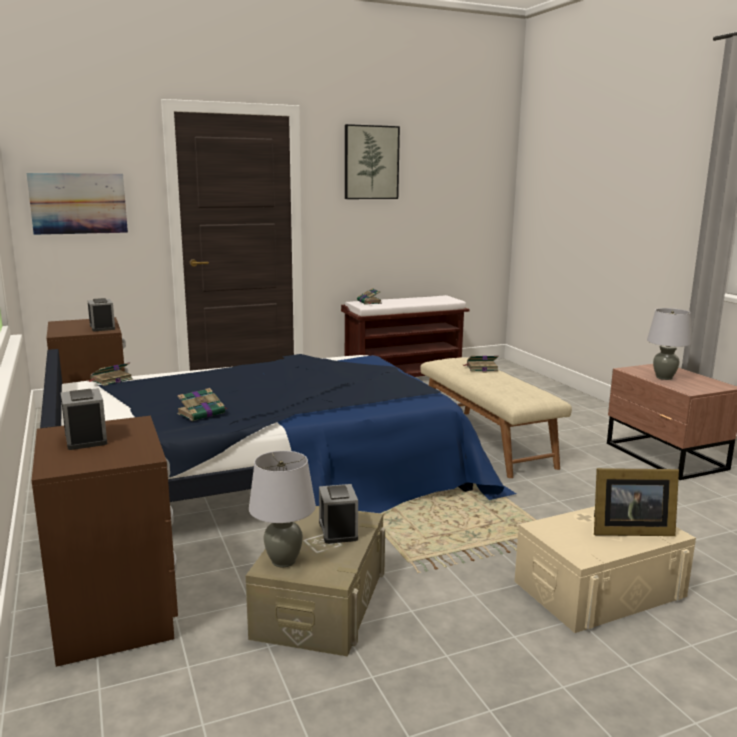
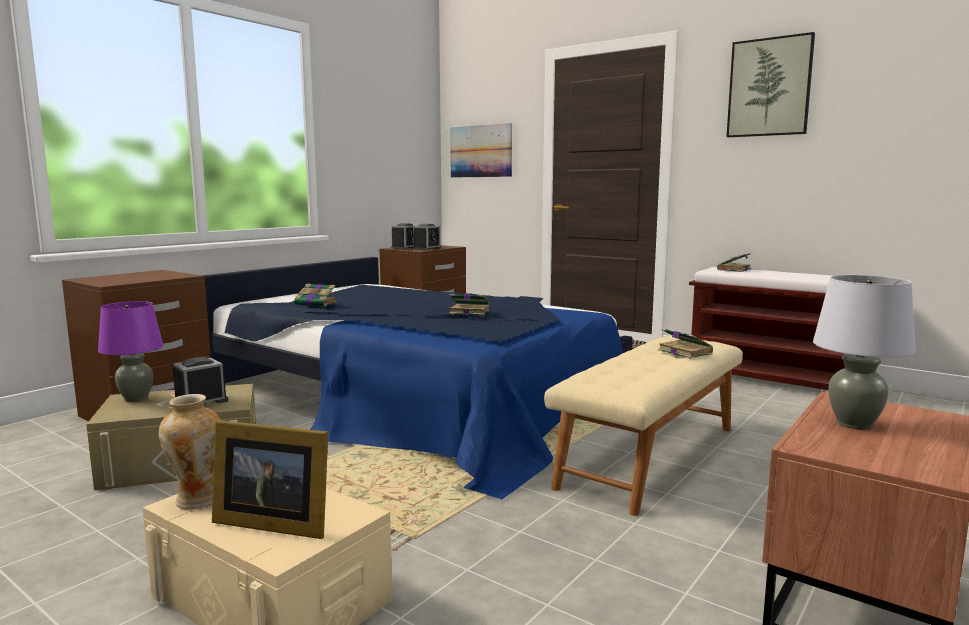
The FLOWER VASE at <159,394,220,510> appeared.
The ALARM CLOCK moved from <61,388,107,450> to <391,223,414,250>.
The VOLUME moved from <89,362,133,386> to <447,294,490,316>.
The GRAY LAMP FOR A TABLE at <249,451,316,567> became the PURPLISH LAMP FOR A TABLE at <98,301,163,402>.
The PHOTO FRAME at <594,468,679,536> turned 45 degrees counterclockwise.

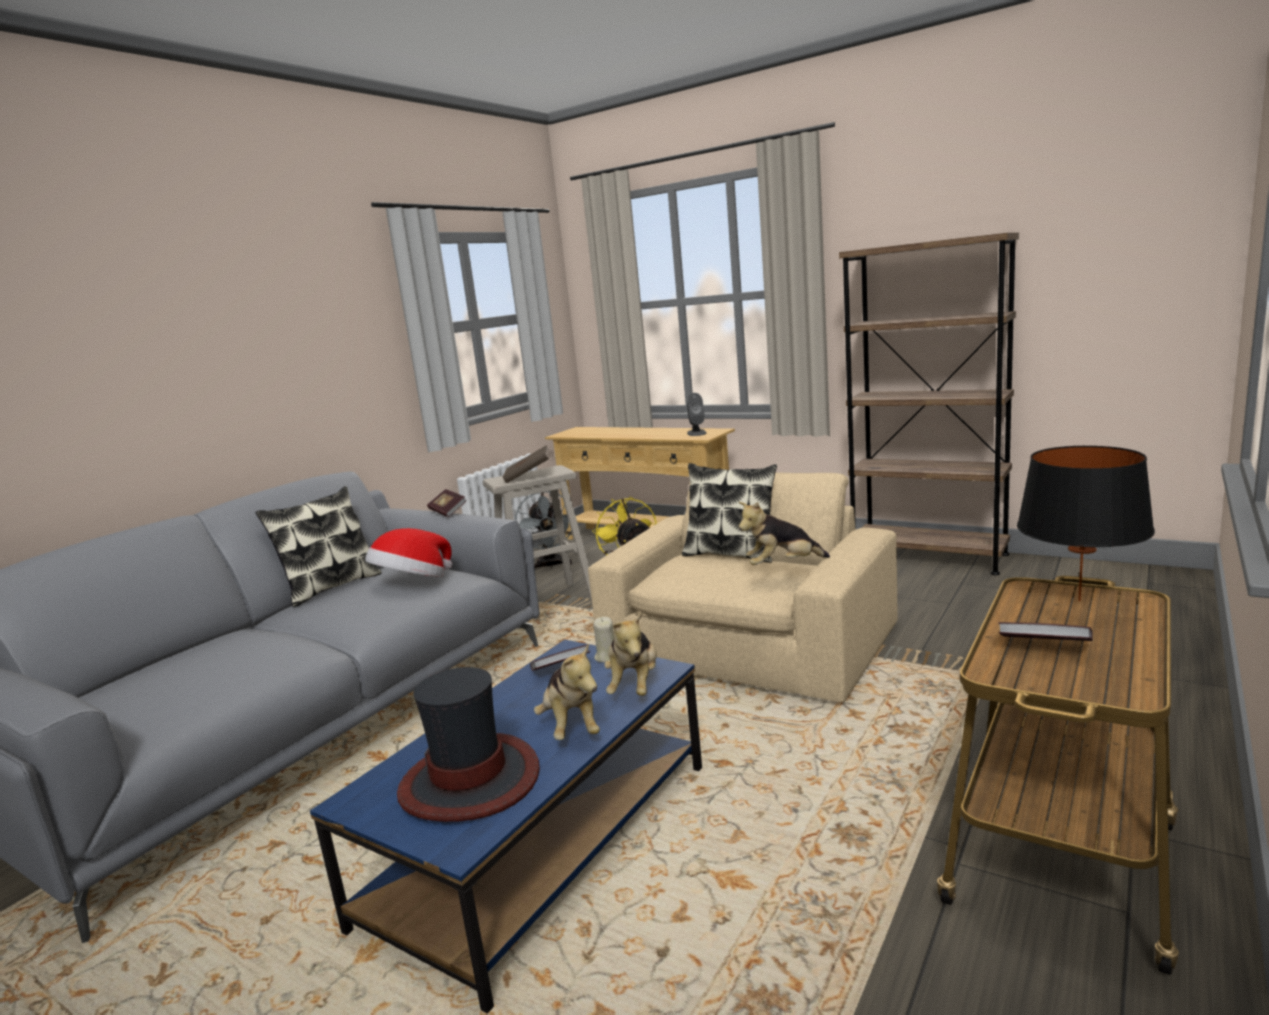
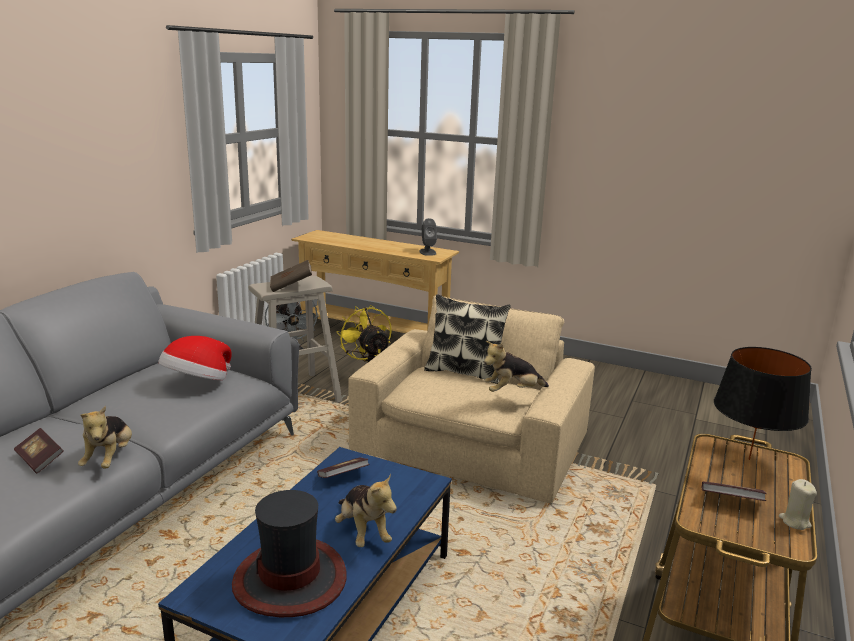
The PILLOW at <255,486,382,607> disappeared.
The BROWN-COLOURED BOOKCASE at <839,233,1019,575> disappeared.
The VOLUME moved from <427,489,467,517> to <14,428,64,474>.
The SAND-COLOURED WAX CANDLE moved from <593,617,614,663> to <779,479,817,530>.
The PLUSH TOY moved from <604,613,657,696> to <78,406,132,469>.

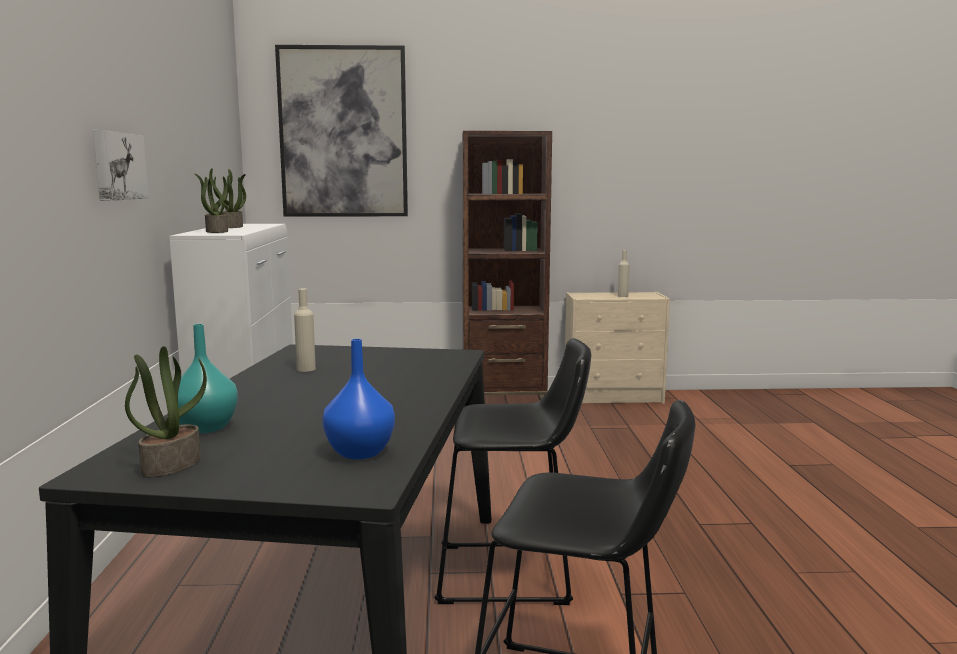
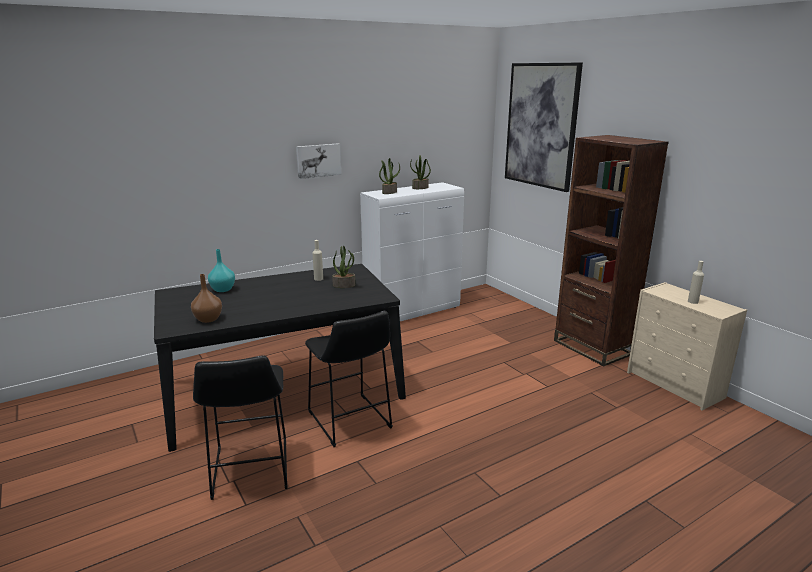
The POTTED PLANT moved from <125,346,207,477> to <332,246,355,288>.
The BLUE FLOWER VASE at <322,339,395,459> became the BROWN-COLOURED FLOWER VASE at <191,274,222,323>.

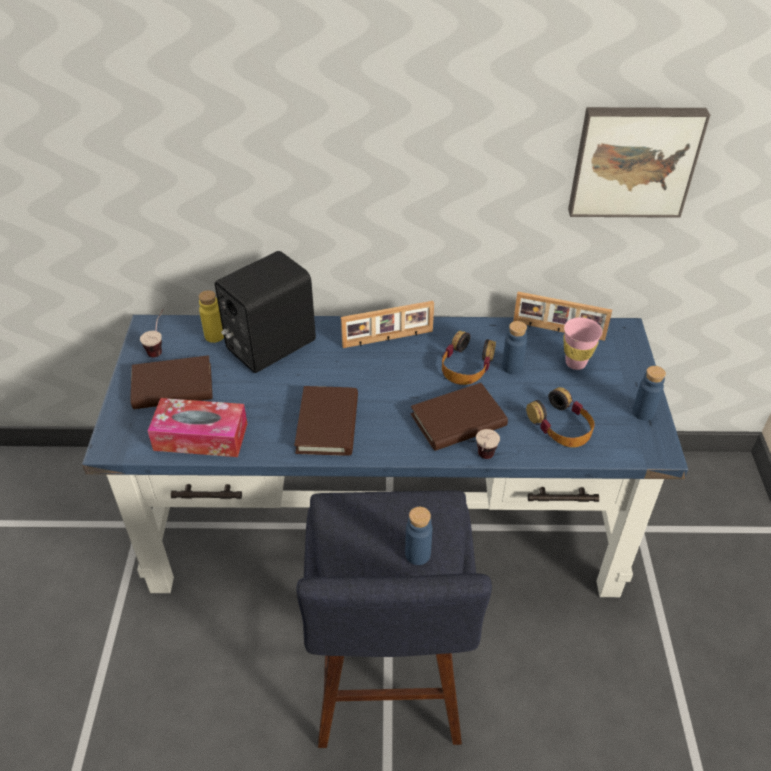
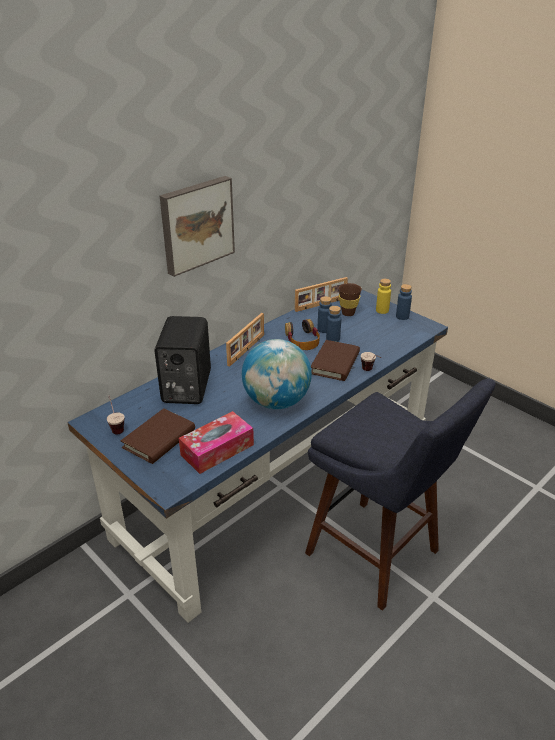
The PAIR OF HEADPHONES at <526,387,595,447> disappeared.
The YELLOW-COLOURED BEVERAGE BOTTLE moved from <199,290,224,343> to <376,279,391,314>.
The BLUE BEVERAGE BOTTLE moved from <405,507,433,565> to <326,306,341,342>.
The PICTURE moved from <568,107,710,218> to <160,176,235,277>.
The BROWN-COLOURED VOLUME at <294,386,358,456> was replaced by the GLOBE at <242,339,312,409>.
The PINKISH CUP at <563,317,602,370> became the BROWN-COLOURED CUP at <338,283,362,316>.

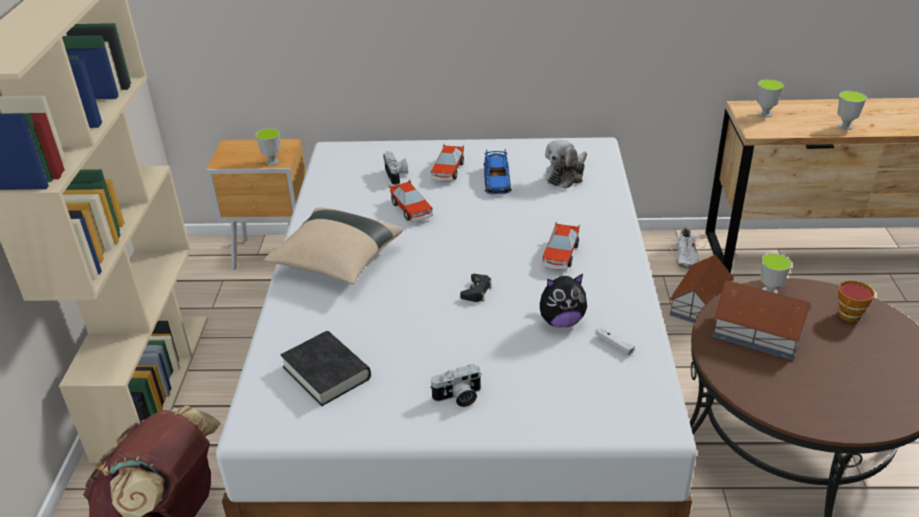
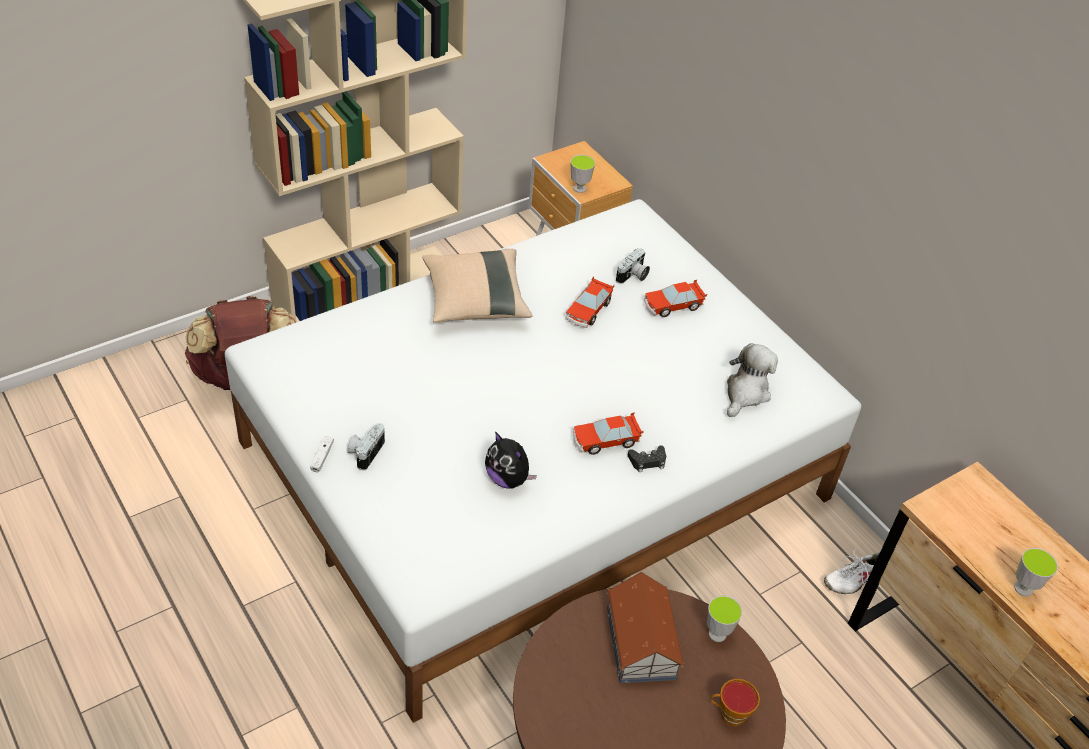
The BLACKISH VOLUME at <280,331,371,406> disappeared.
The BLUE MODEL CAR at <484,149,512,194> disappeared.
The TOY HOUSE at <669,255,734,323> disappeared.
The CUP at <757,79,784,117> disappeared.
The BLACKISH GAME CONTROLLER moved from <460,274,492,302> to <628,445,666,472>.
The WHITE-COLOURED GAME CONTROLLER moved from <595,326,635,355> to <310,436,334,472>.
The PHOTO CAMERA at <430,364,482,407> turned 75 degrees clockwise.
The PLUSH TOY at <545,140,587,188> turned 120 degrees clockwise.

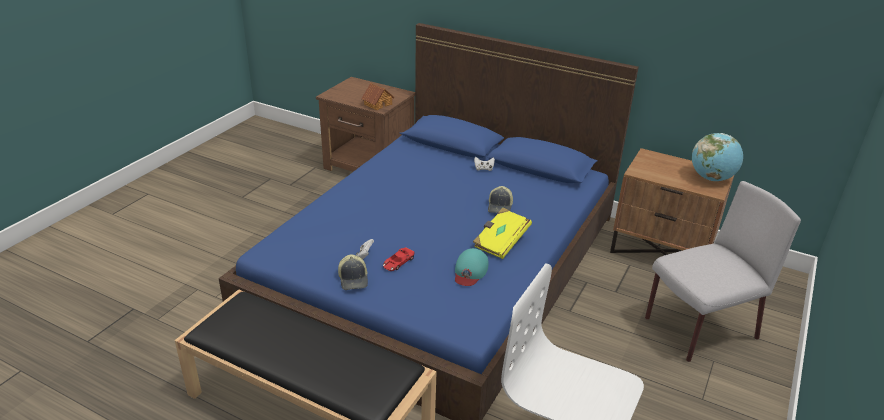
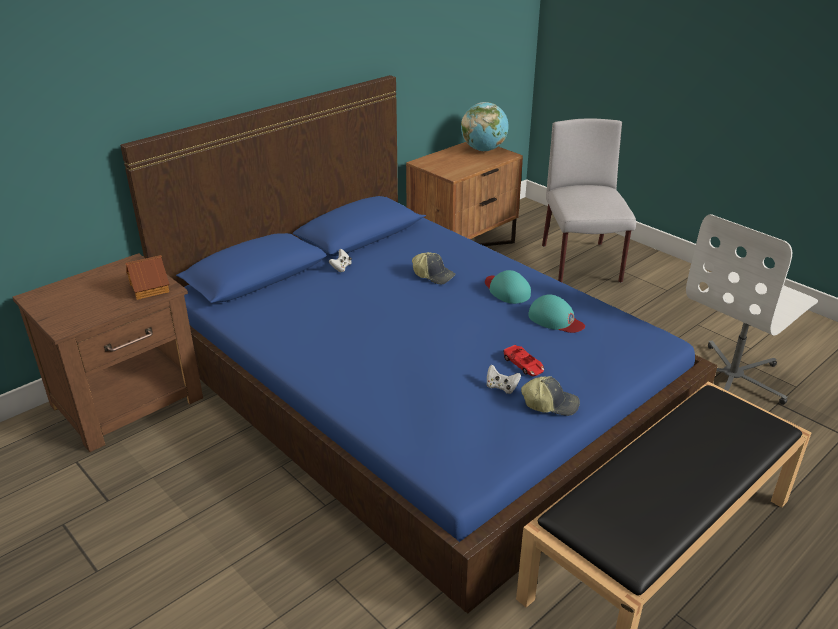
The YELLOW-COLOURED VOLUME at <473,208,532,259> was replaced by the TURQUOISE BASEBALL CAP at <485,270,531,304>.

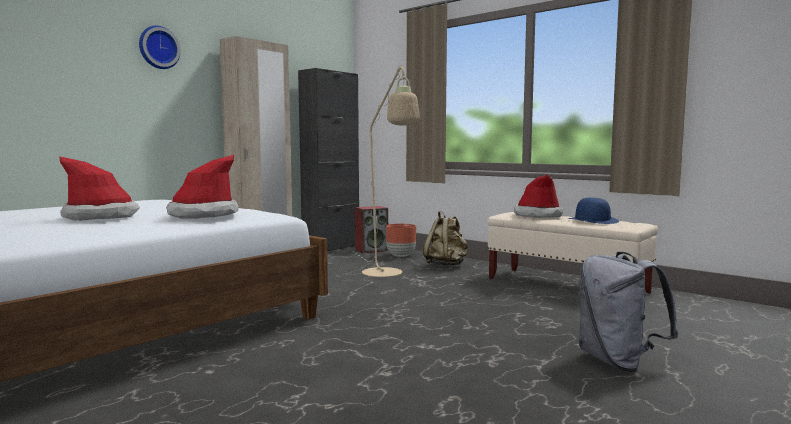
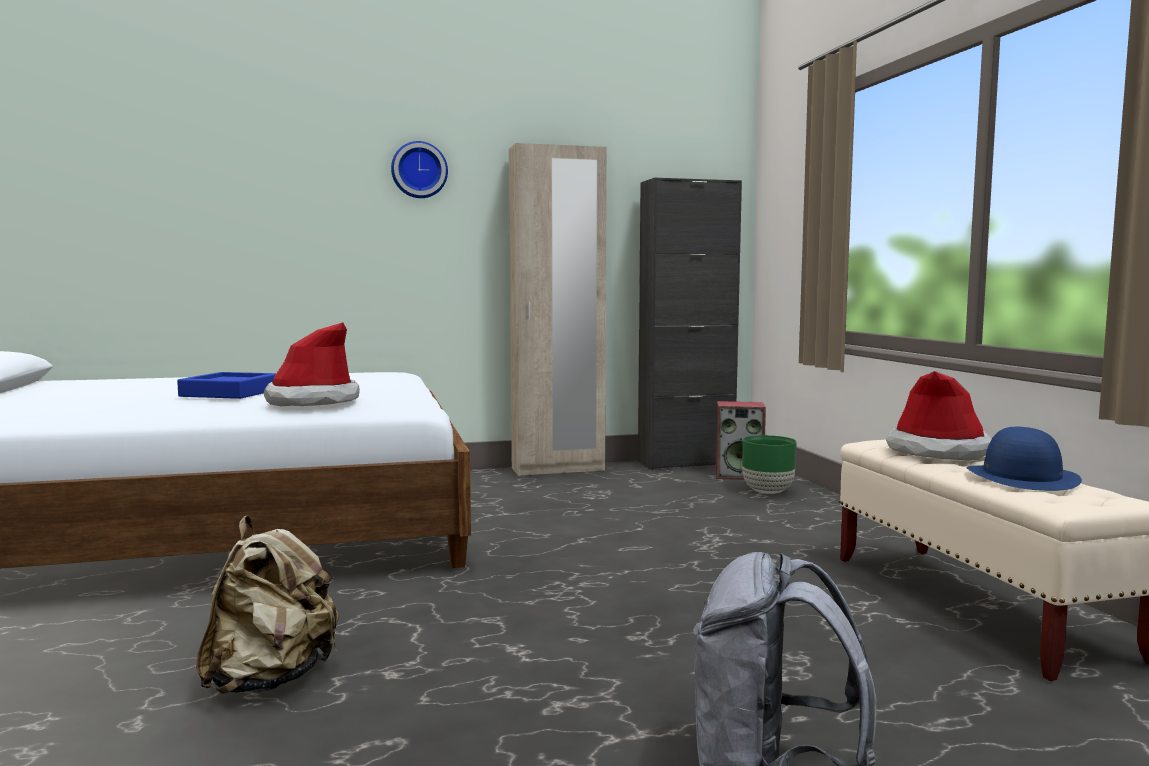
The SAND-COLOURED FLOOR LAMP at <354,65,420,277> disappeared.
The SAND-COLOURED KNAPSACK moved from <423,211,468,266> to <196,516,339,694>.
The WEARABLE HAT at <59,156,140,221> was replaced by the BLUE TRAY at <177,372,276,399>.
The BROWN-COLOURED PLANTER at <386,224,416,257> became the GREENISH PLANTER at <742,435,797,494>.

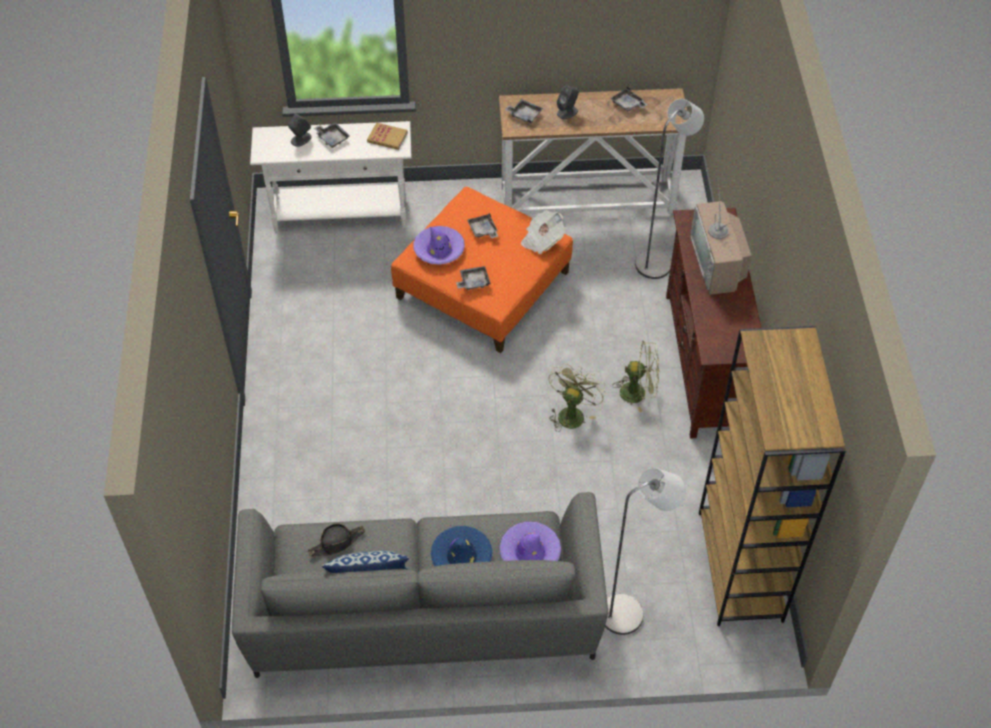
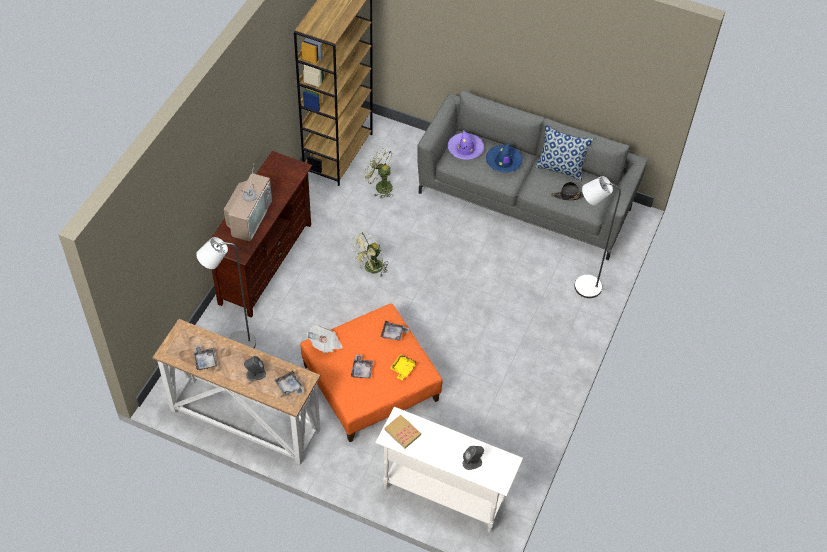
The GRAY TRAY at <314,122,350,148> disappeared.
The GRAY FLOOR LAMP moved from <605,468,685,635> to <574,176,621,298>.
The GREENISH FAN moved from <612,341,659,412> to <363,148,393,199>.
The PURPLISH WEARABLE HAT at <413,226,465,265> was replaced by the YELLOW-COLOURED TRAY at <390,354,417,380>.

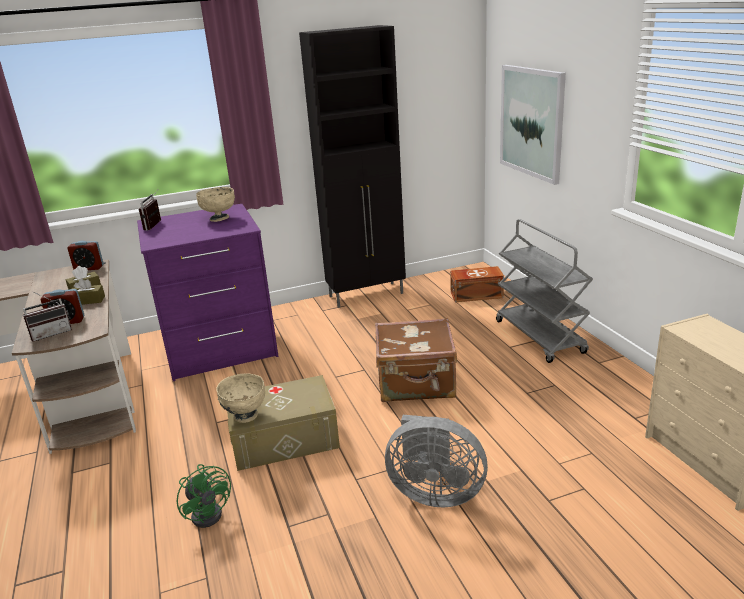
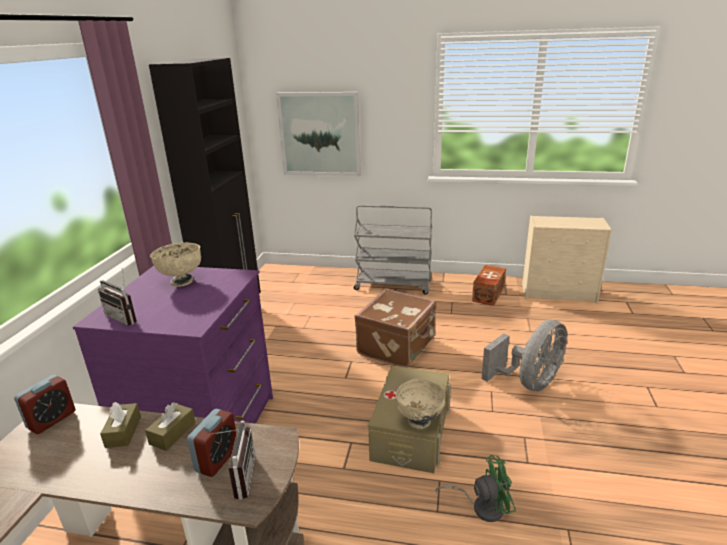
The BROWN-COLOURED STORAGE BIN moved from <450,266,504,302> to <472,265,506,306>.

